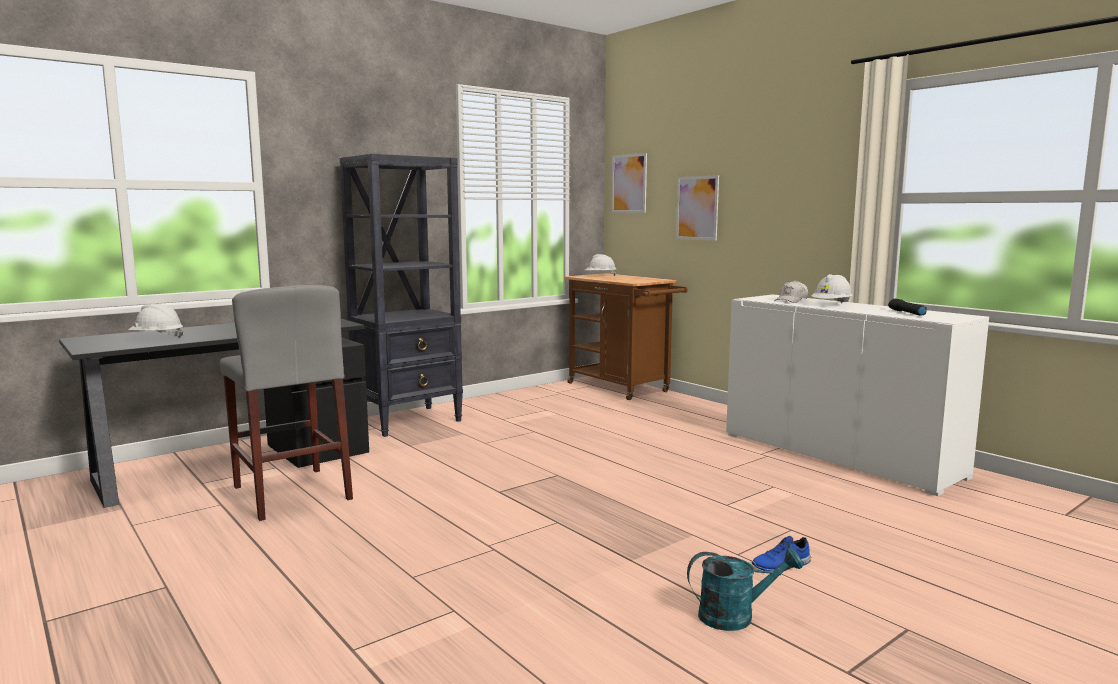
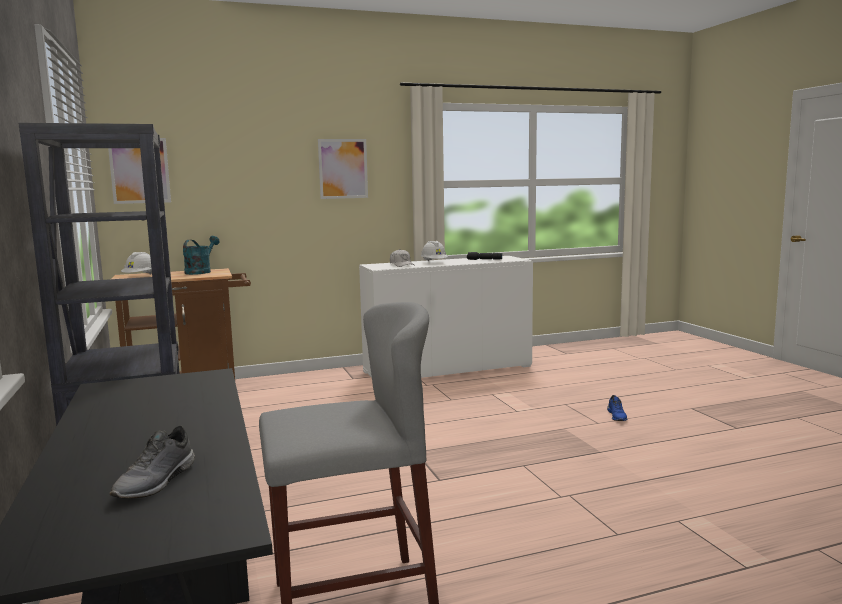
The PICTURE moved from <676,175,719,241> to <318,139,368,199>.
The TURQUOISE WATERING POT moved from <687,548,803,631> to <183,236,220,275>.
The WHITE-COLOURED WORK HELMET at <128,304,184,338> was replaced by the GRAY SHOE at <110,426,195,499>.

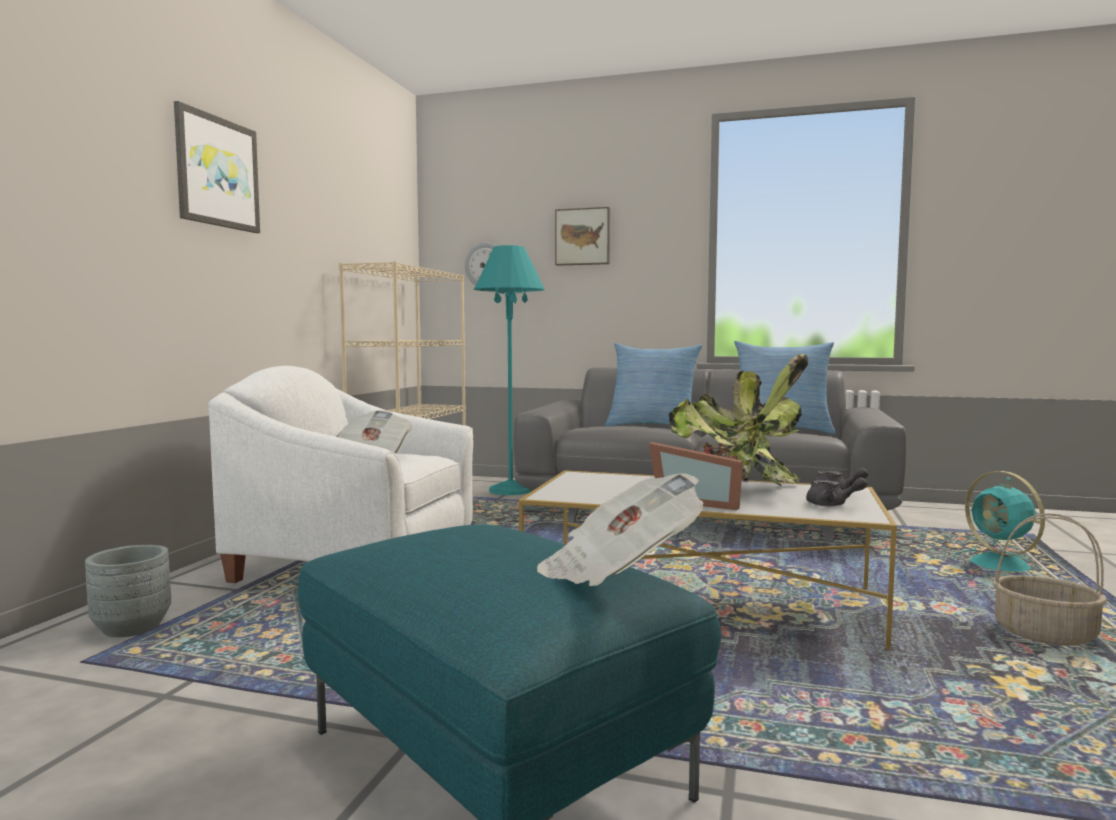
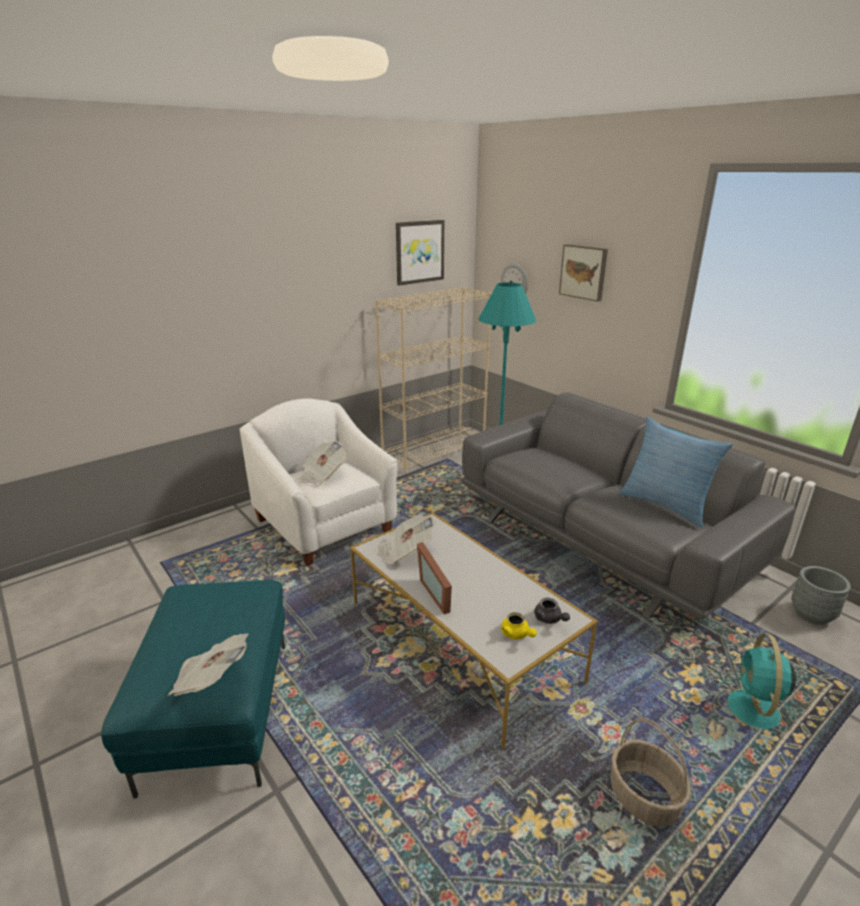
The PILLOW at <605,343,702,426> disappeared.
The POTTED PLANT at <669,354,808,486> disappeared.
The DAILY PAPER at <374,514,436,565> appeared.
The GRAY PLANTER moved from <85,545,171,638> to <791,566,851,625>.
The PICTURE moved from <174,101,260,233> to <396,220,444,286>.
The GRAY TEAPOT at <806,477,868,507> became the YELLOW-COLOURED TEAPOT at <501,612,537,640>.

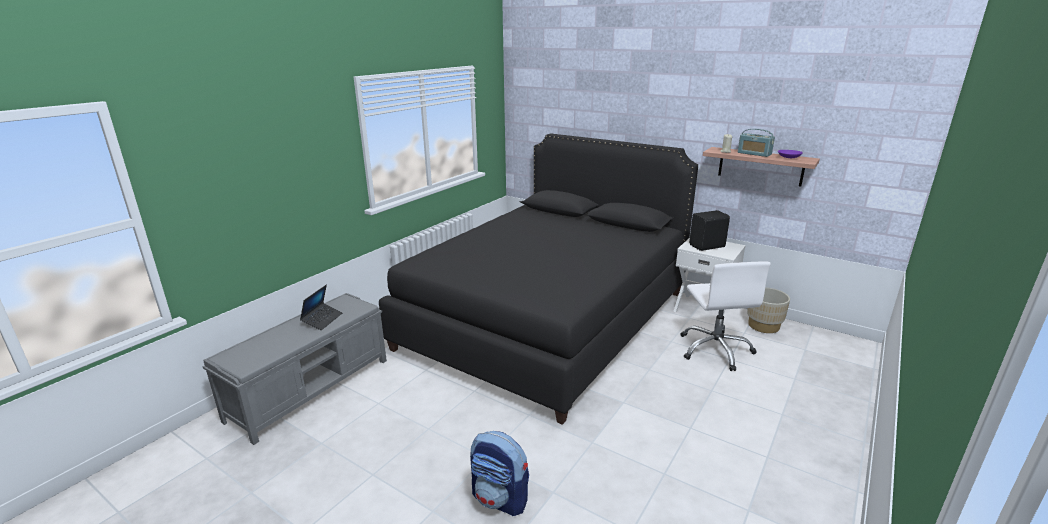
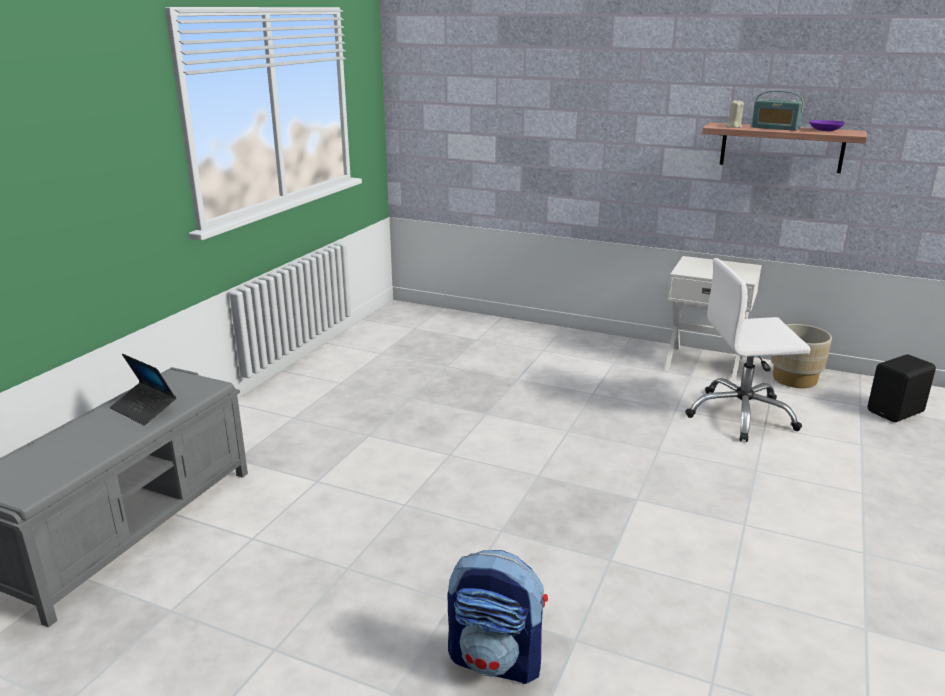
The BLACKISH BED at <379,134,698,425> disappeared.
The BLACKISH AUDIO SPEAKER moved from <689,210,730,251> to <868,354,936,422>.
The PORTABLE COMPUTER at <300,285,342,330> turned 120 degrees clockwise.
The WHITE-COLOURED OFFICE CHAIR at <680,261,771,371> turned 105 degrees clockwise.

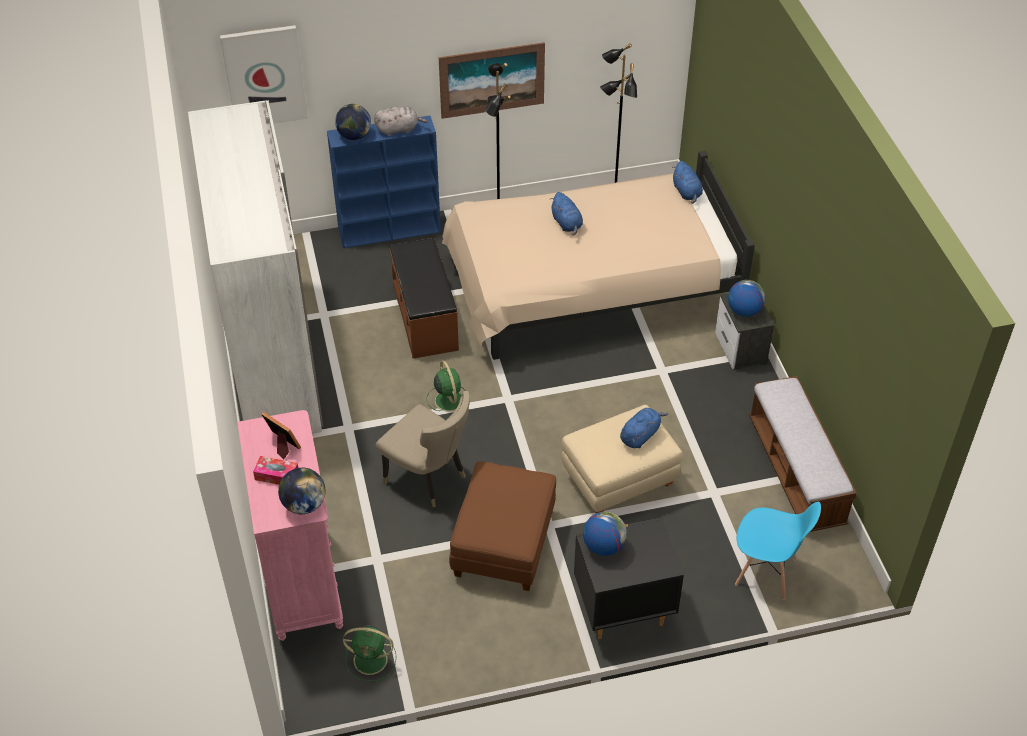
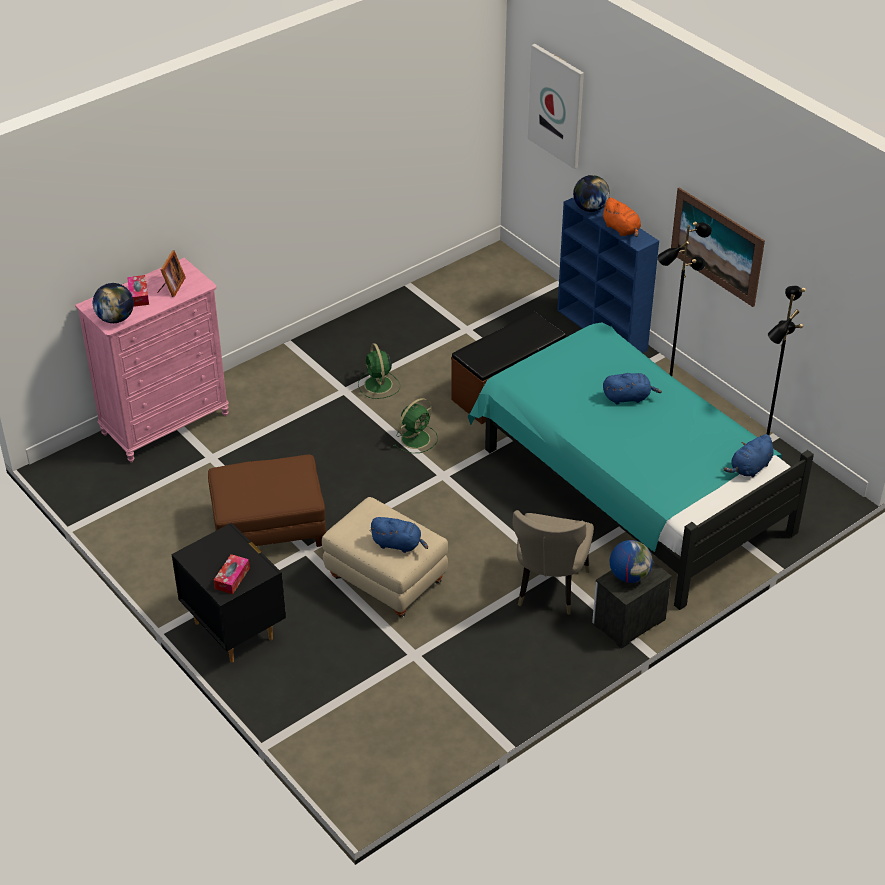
The WHITE-COLOURED WARDROBE at <188,100,323,434> disappeared.
The GLOBE at <583,512,627,556> disappeared.
The BLUE UPRIGHT CHAIR at <735,502,821,600> disappeared.
The BENCH at <749,376,857,532> disappeared.
The BOX OF TISSUES at <214,554,250,594> appeared.
The GREENISH FAN moved from <343,626,396,682> to <358,343,400,399>.
The SAND-COLOURED UPRIGHT CHAIR moved from <375,391,470,507> to <513,510,594,615>.
The GRAY PLUSH TOY at <374,106,427,136> became the ORANGE PLUSH TOY at <601,198,641,237>.
The SAND-COLOURED BED at <442,151,755,360> became the TURQUOISE BED at <468,323,814,610>.
The BLUE PLUSH TOY at <550,192,583,236> turned 135 degrees counterclockwise.

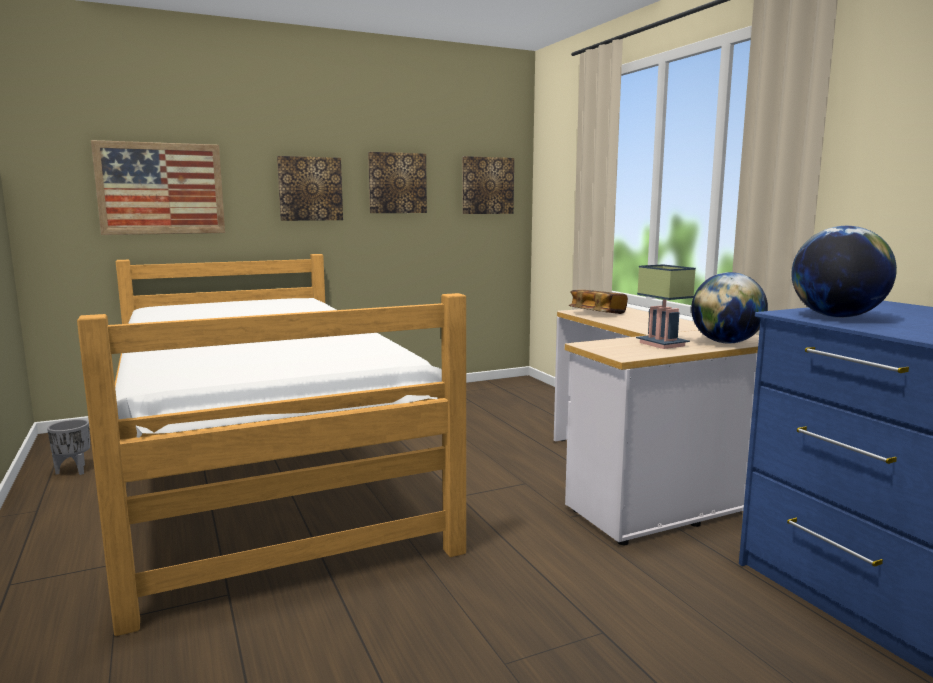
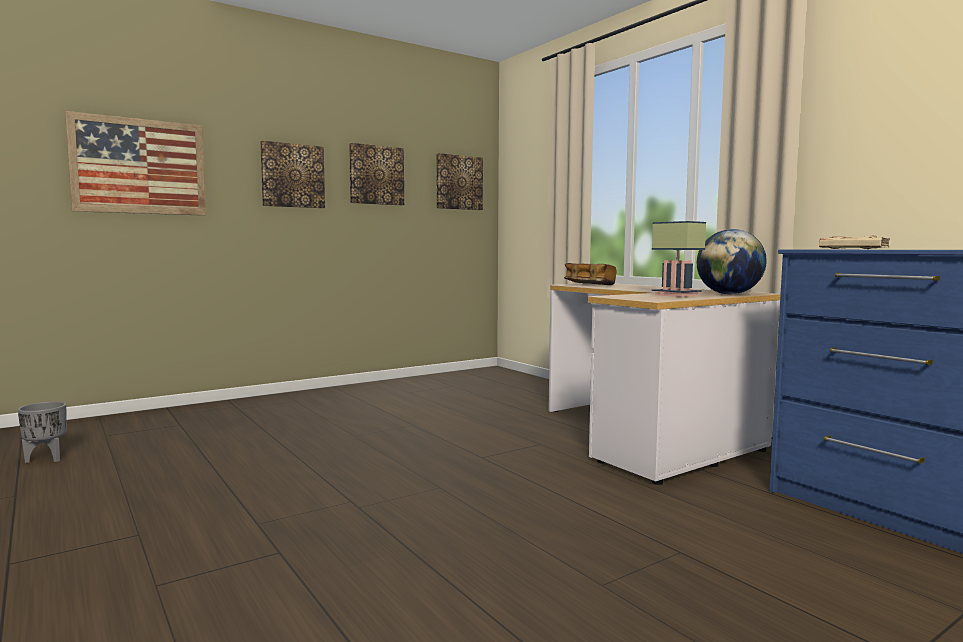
The BED at <77,254,466,636> disappeared.
The GLOBE at <791,226,897,318> was replaced by the SAND-COLOURED VOLUME at <819,236,890,249>.

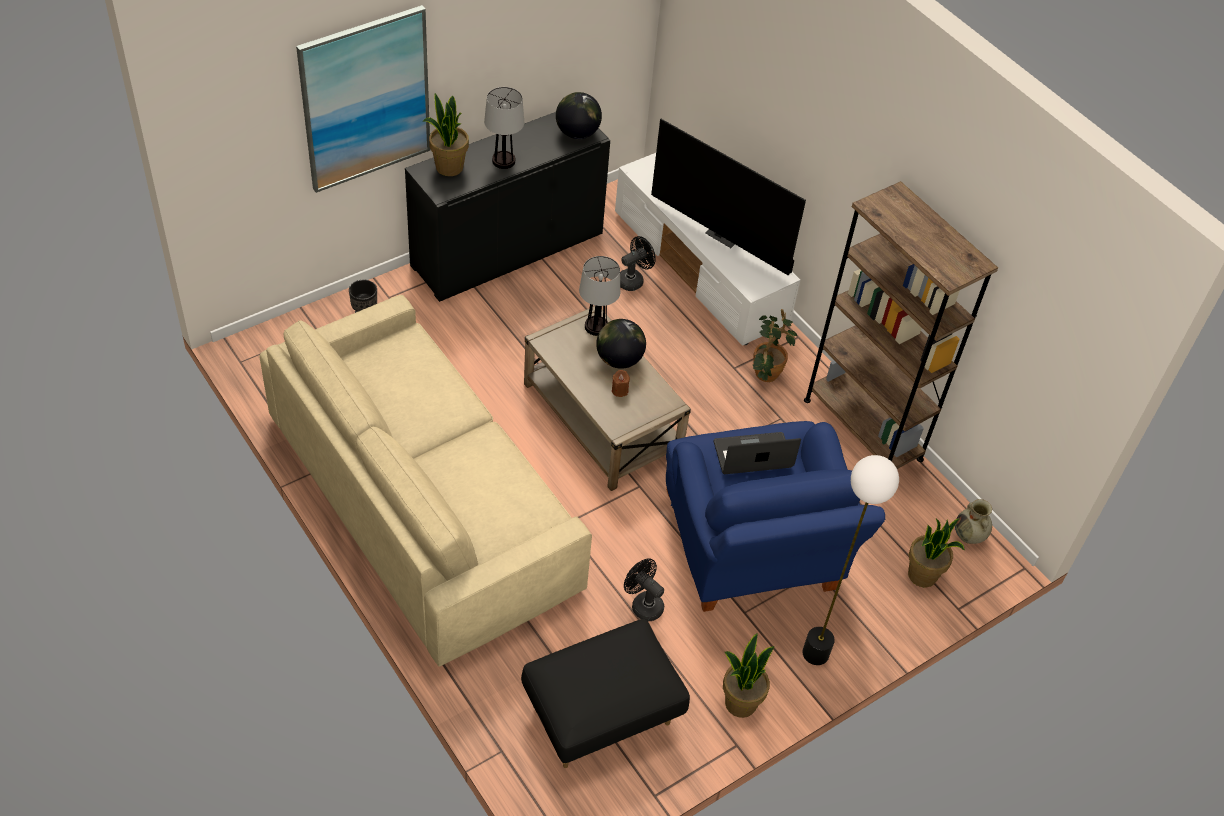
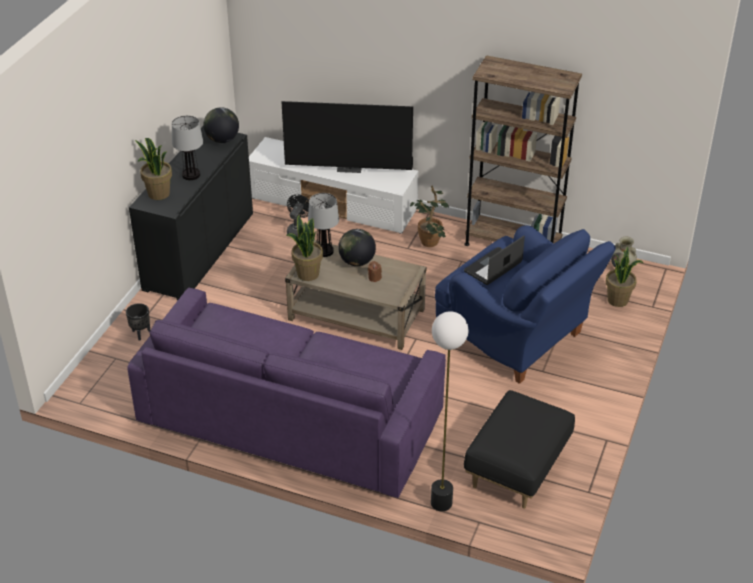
The PICTURE at <296,5,430,193> disappeared.
The BLACKISH FAN at <624,558,664,621> disappeared.
The POTTED PLANT moved from <723,633,775,718> to <286,215,323,281>.
The FLOOR LAMP moved from <803,455,899,665> to <431,311,468,511>.
The SAND-COLOURED COUCH at <260,295,592,667> became the PURPLISH COUCH at <127,287,446,498>.

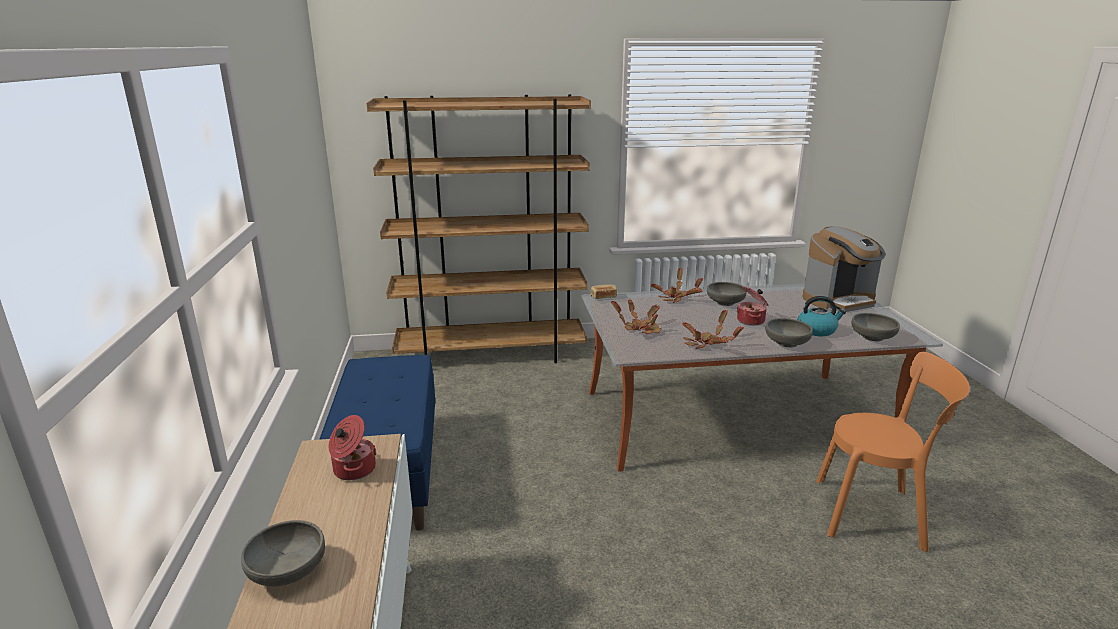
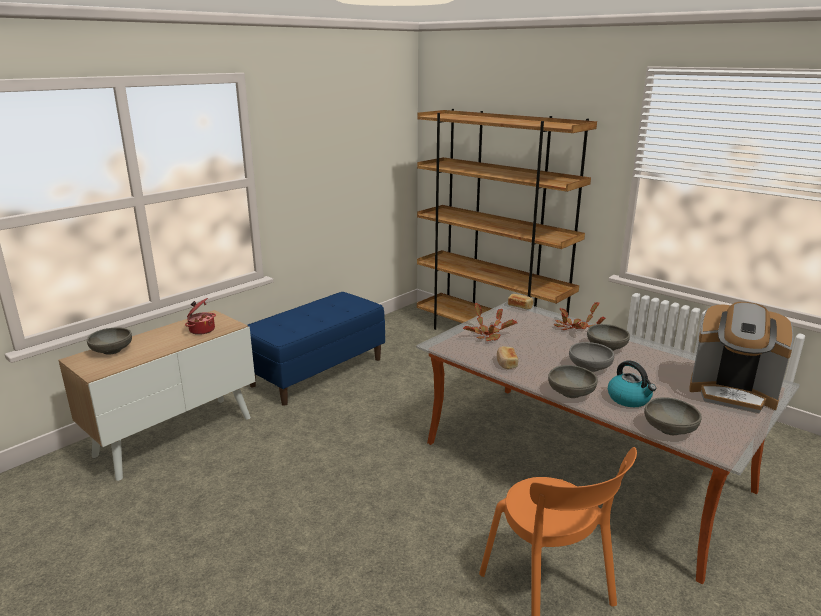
The POTTED PLANT at <682,310,743,349> was replaced by the BAKED BREAD at <497,346,518,369>.
The SAUCEPOT at <737,286,768,325> was replaced by the GRAY BOWL at <569,342,614,372>.

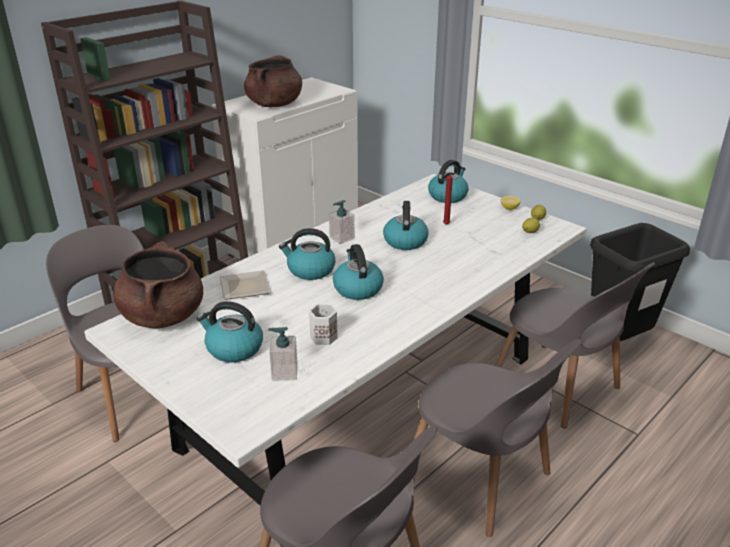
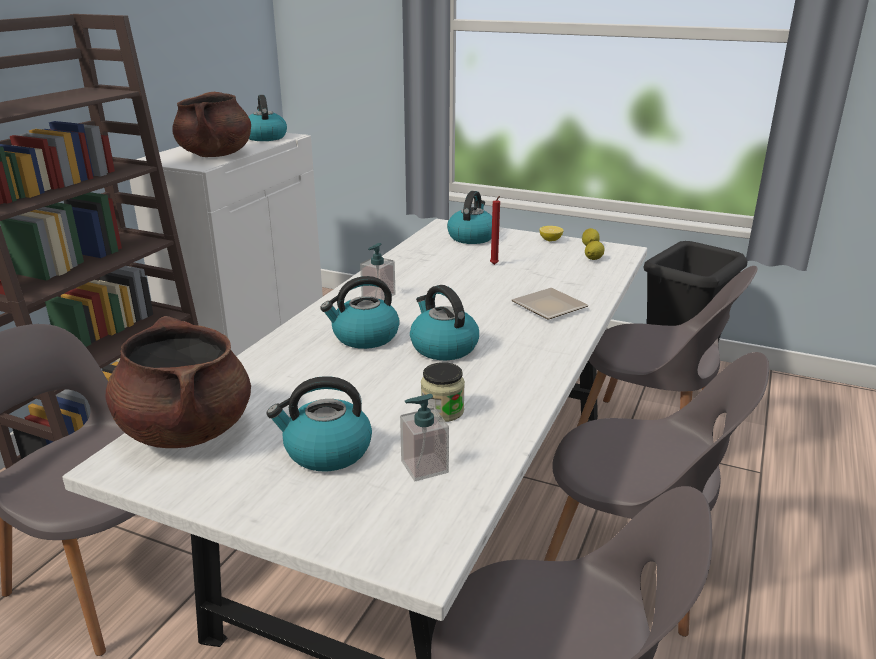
The DINNER PLATE moved from <220,270,270,300> to <512,288,589,320>.
The KETTLE moved from <383,201,429,250> to <248,95,287,141>.
The WHITE-COLOURED TEA MUG at <309,305,338,345> was replaced by the PRESERVE JAR at <421,362,465,422>.

